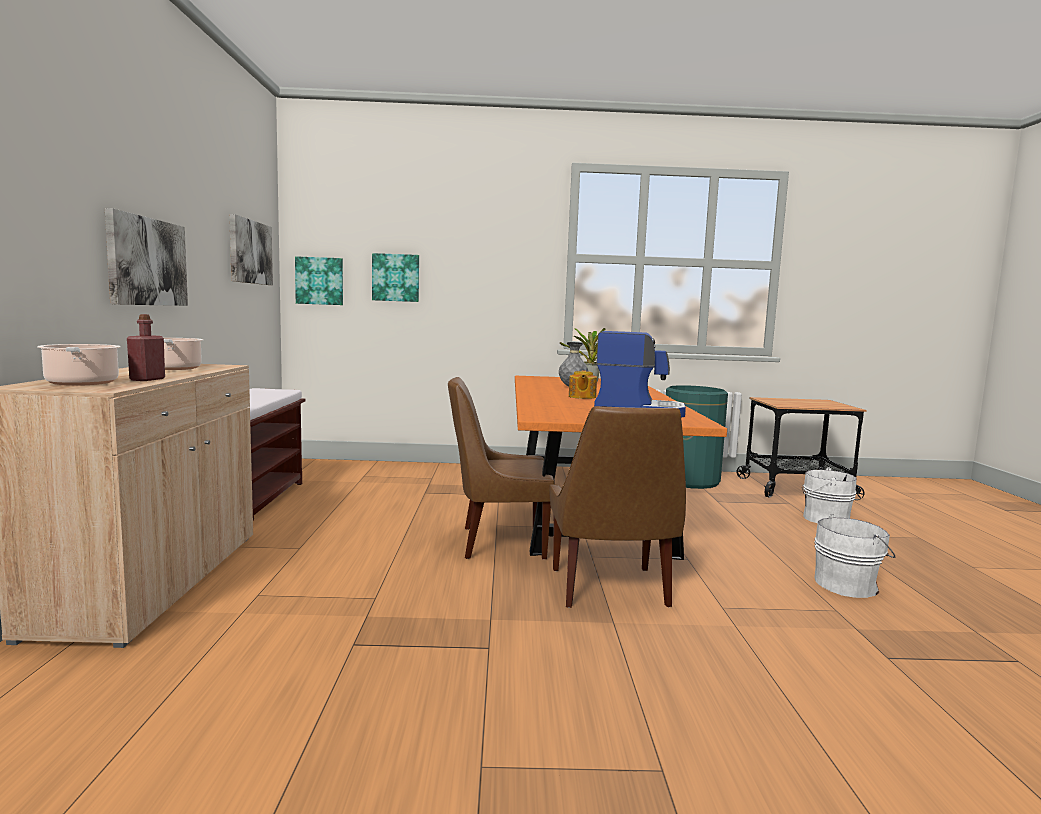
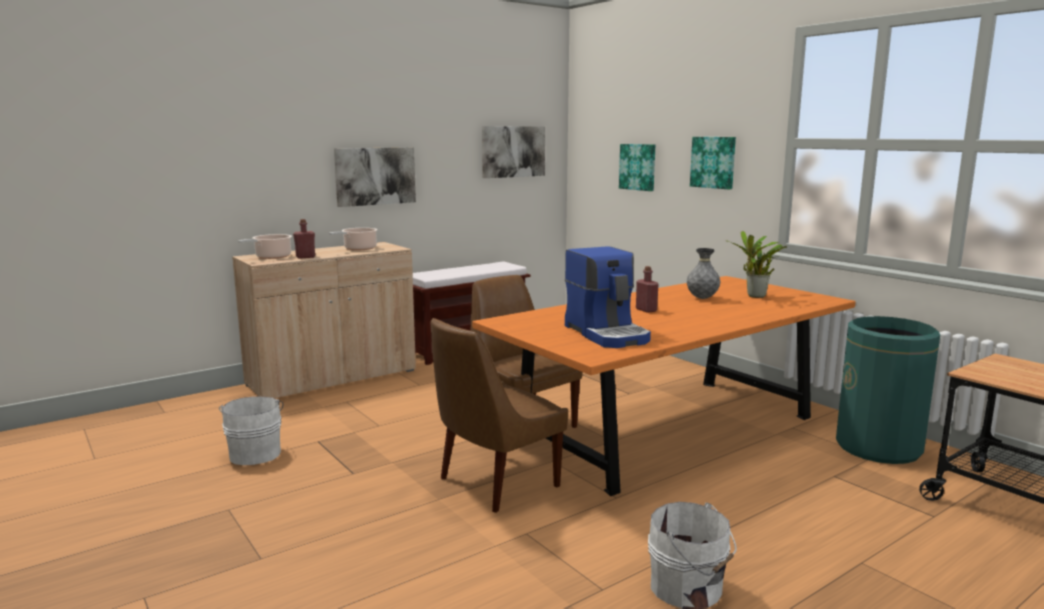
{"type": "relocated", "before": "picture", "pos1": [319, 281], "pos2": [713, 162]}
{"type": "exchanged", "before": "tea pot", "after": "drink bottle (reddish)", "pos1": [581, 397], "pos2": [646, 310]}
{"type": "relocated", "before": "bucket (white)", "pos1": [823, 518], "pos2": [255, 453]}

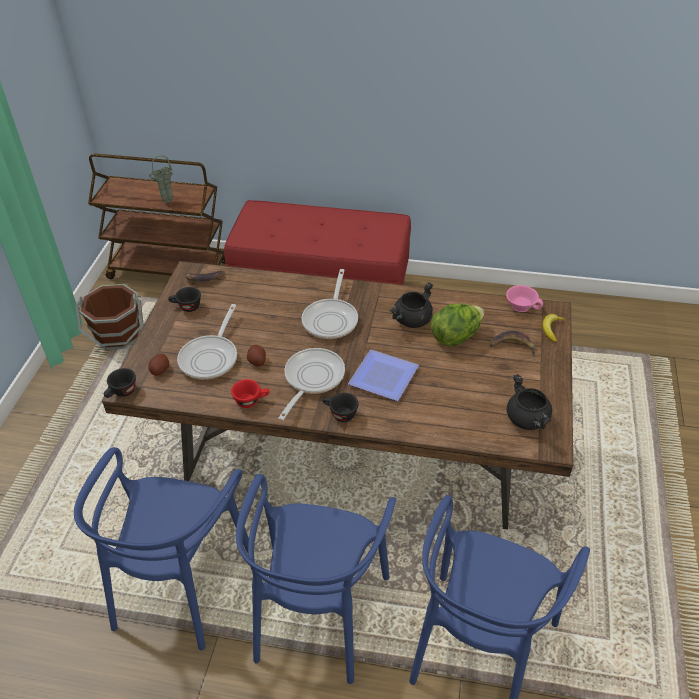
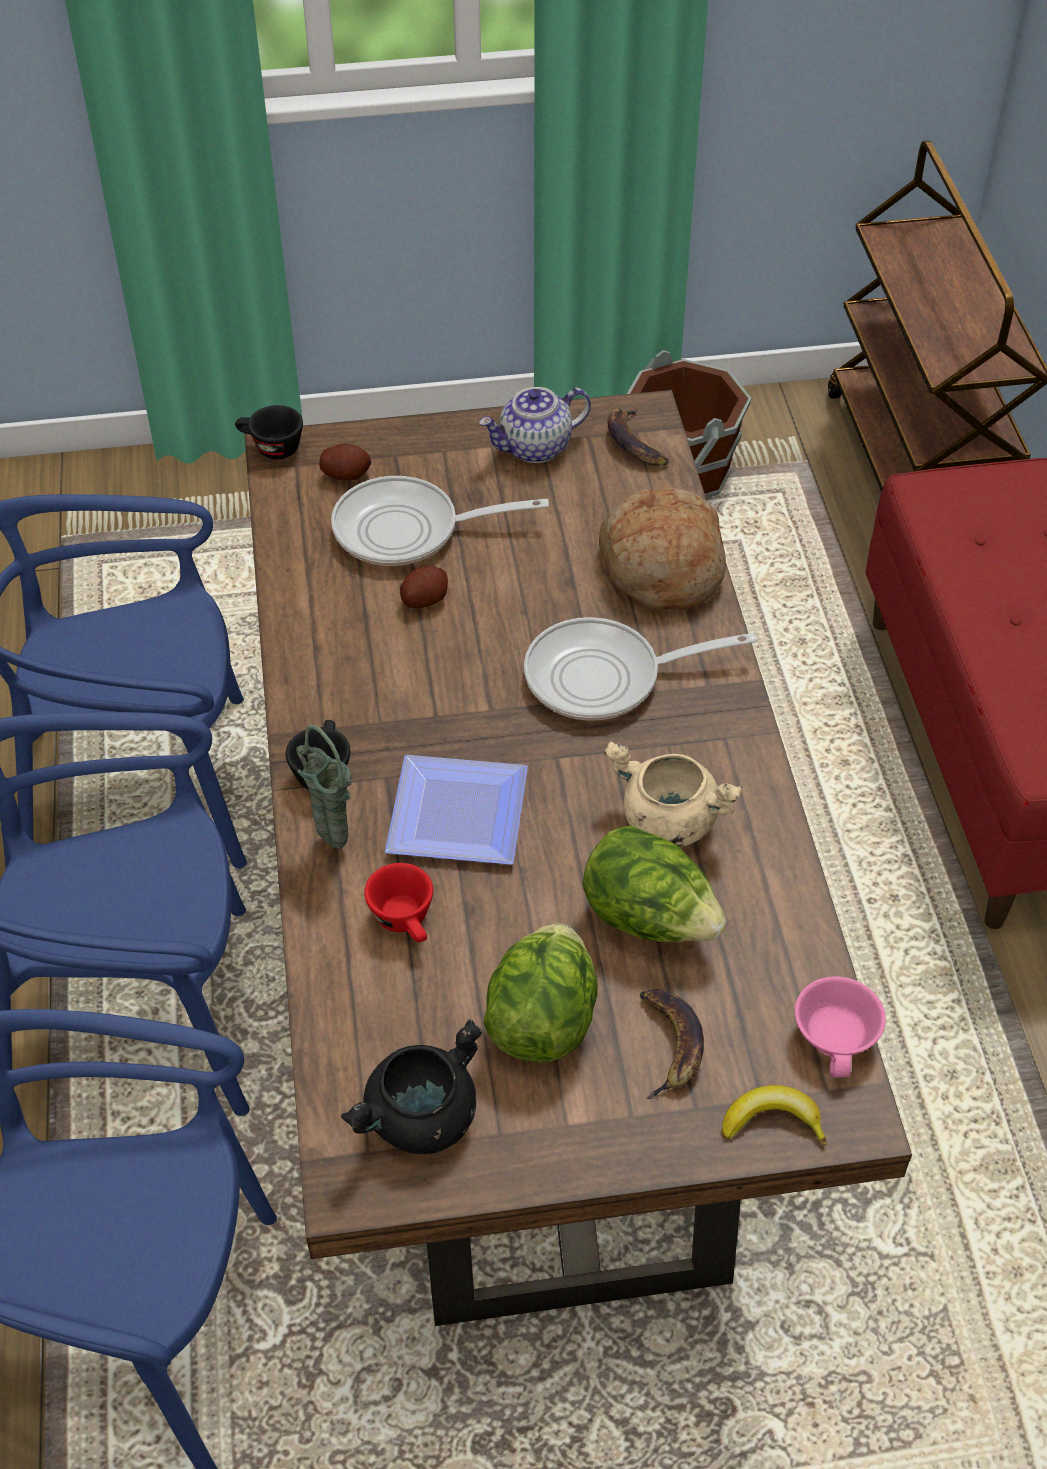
{"type": "relocated", "before": "flower vase (green-coloured)", "pos1": [167, 202], "pos2": [329, 841]}
{"type": "colour", "before": "cooking pot (black)", "after": "cooking pot (sand-coloured)", "pos1": [412, 321], "pos2": [667, 821]}
{"type": "exchanged", "before": "cup (black)", "after": "tea pot", "pos1": [186, 307], "pos2": [535, 448]}
{"type": "missing", "before": "pan", "pos1": [312, 379]}
{"type": "relocated", "before": "cup (reddish)", "pos1": [251, 401], "pos2": [406, 922]}
{"type": "appeared", "after": "bakery bread", "pos2": [661, 567]}
{"type": "appeared", "after": "lettuce", "pos2": [542, 1021]}

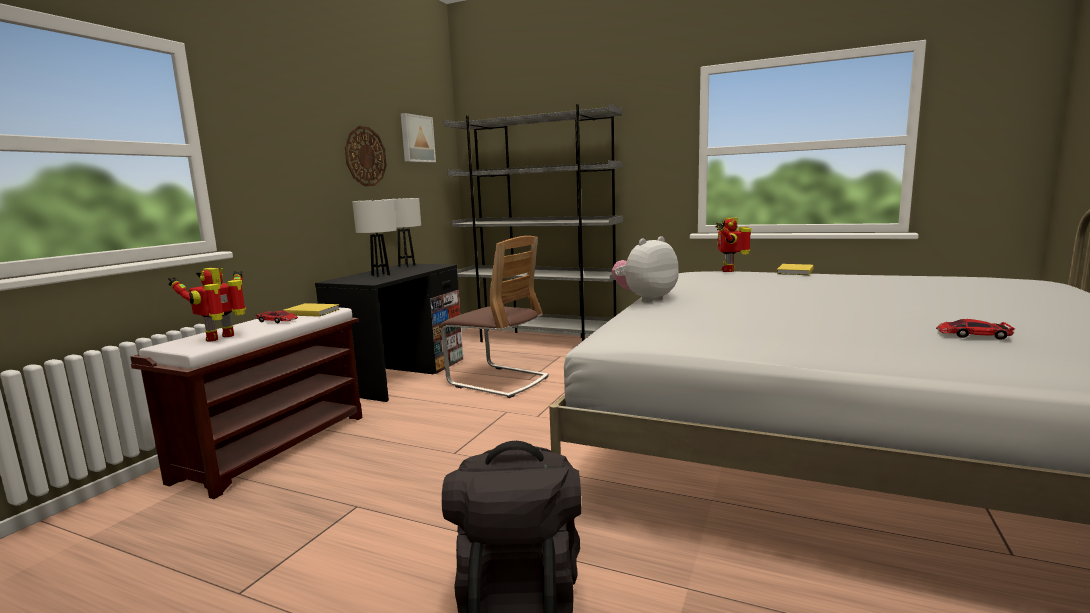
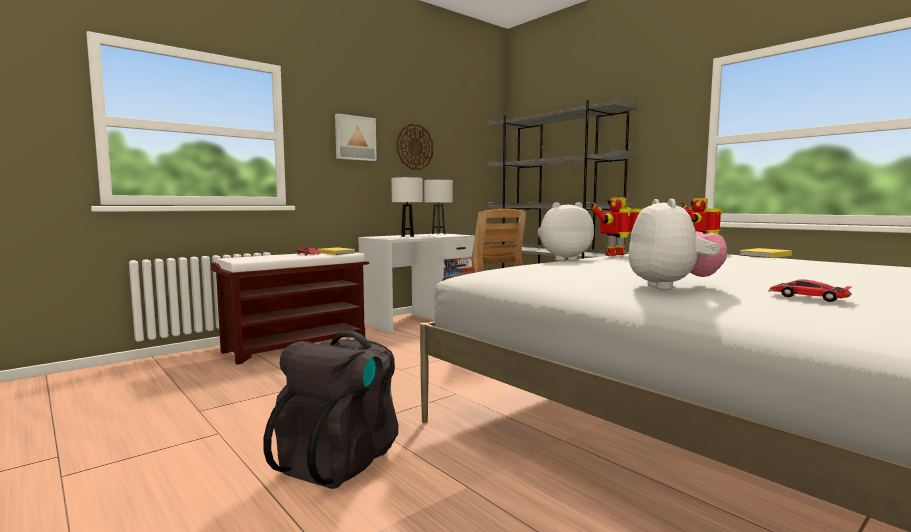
{"type": "relocated", "before": "picture", "pos1": [416, 139], "pos2": [355, 138]}
{"type": "colour", "before": "desk unit (black)", "after": "desk unit (white)", "pos1": [401, 375], "pos2": [418, 319]}
{"type": "relocated", "before": "toy robot", "pos1": [222, 338], "pos2": [617, 255]}
{"type": "appeared", "after": "plush toy", "pos2": [671, 287]}

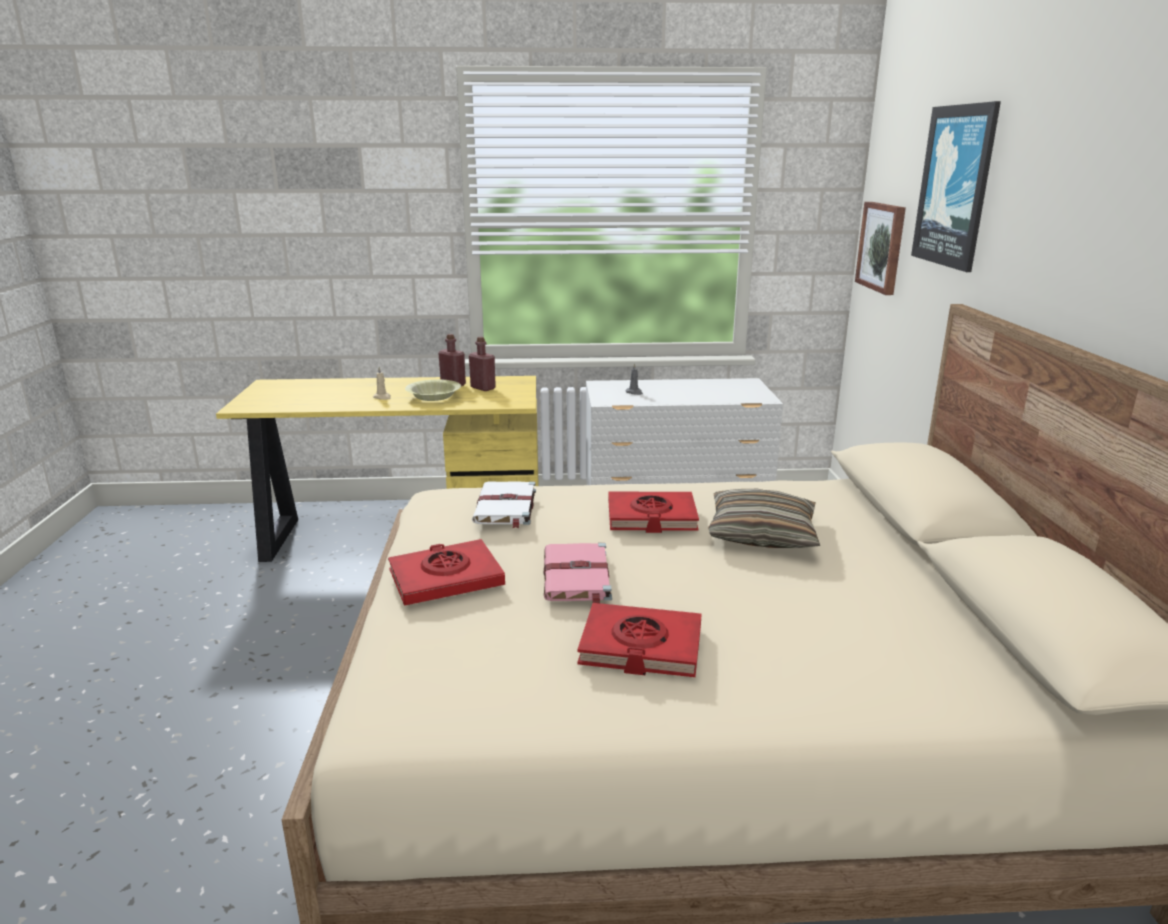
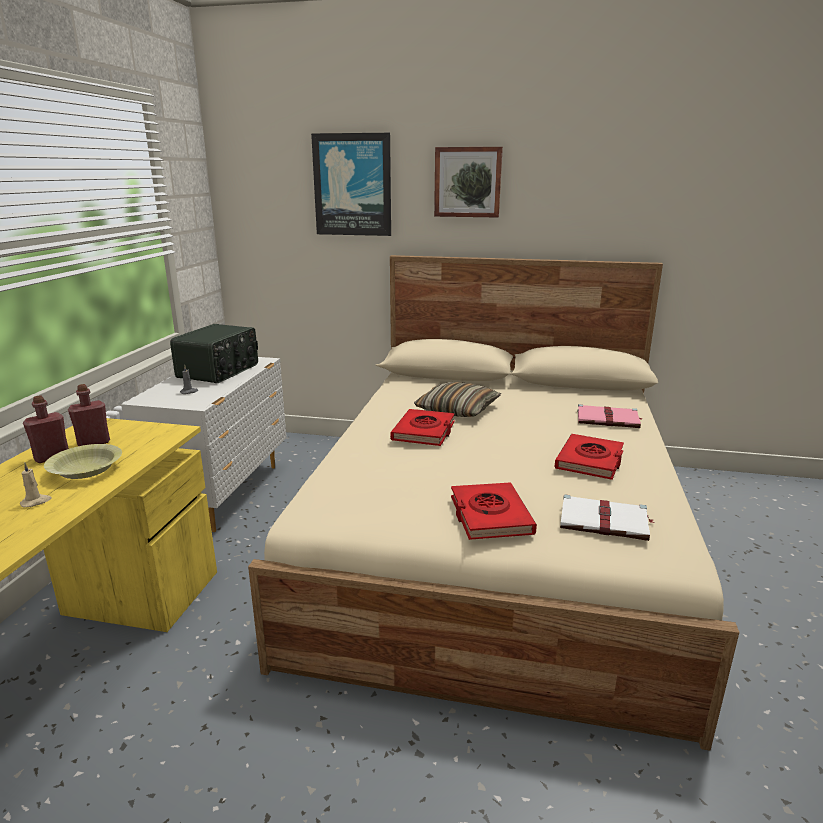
{"type": "relocated", "before": "picture", "pos1": [882, 247], "pos2": [468, 182]}
{"type": "relocated", "before": "book (white)", "pos1": [505, 507], "pos2": [605, 522]}
{"type": "relocated", "before": "book (pink)", "pos1": [577, 576], "pos2": [608, 419]}
{"type": "appeared", "after": "radio", "pos2": [219, 371]}

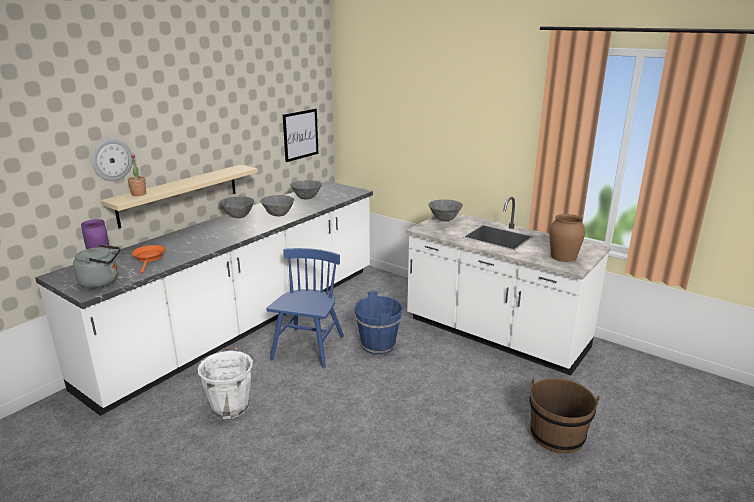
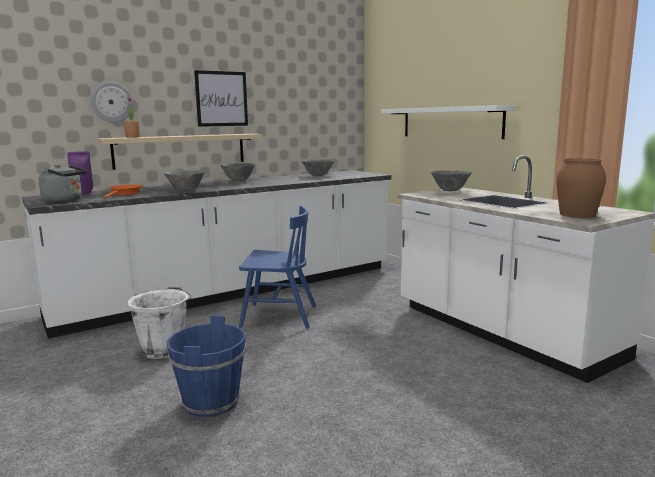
{"type": "relocated", "before": "picture", "pos1": [300, 134], "pos2": [221, 99]}
{"type": "relocated", "before": "bowl (grey)", "pos1": [278, 215], "pos2": [186, 191]}
{"type": "spun", "before": "plain chair (bluish)", "pos1": [308, 348], "pos2": [278, 316], "turn": 60}
{"type": "relocated", "before": "bucket (bluish)", "pos1": [378, 345], "pos2": [211, 402]}
{"type": "missing", "before": "bucket (brown)", "pos1": [557, 435]}
{"type": "appeared", "after": "shelf (white)", "pos2": [450, 122]}

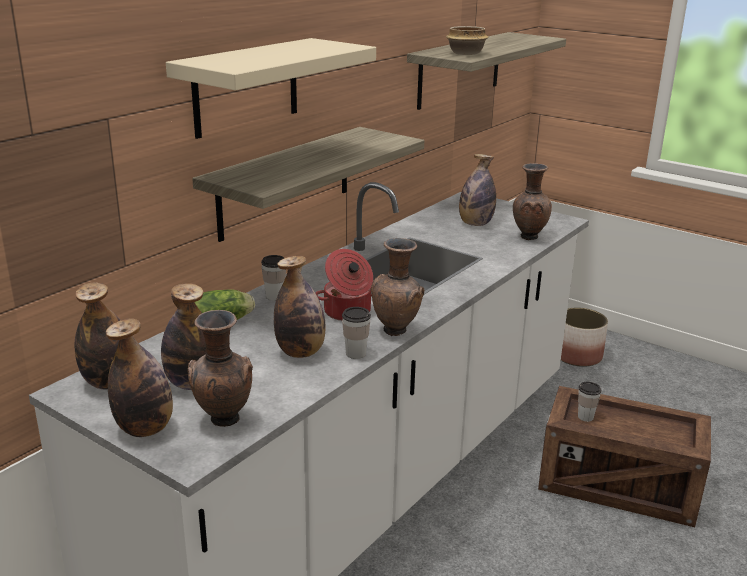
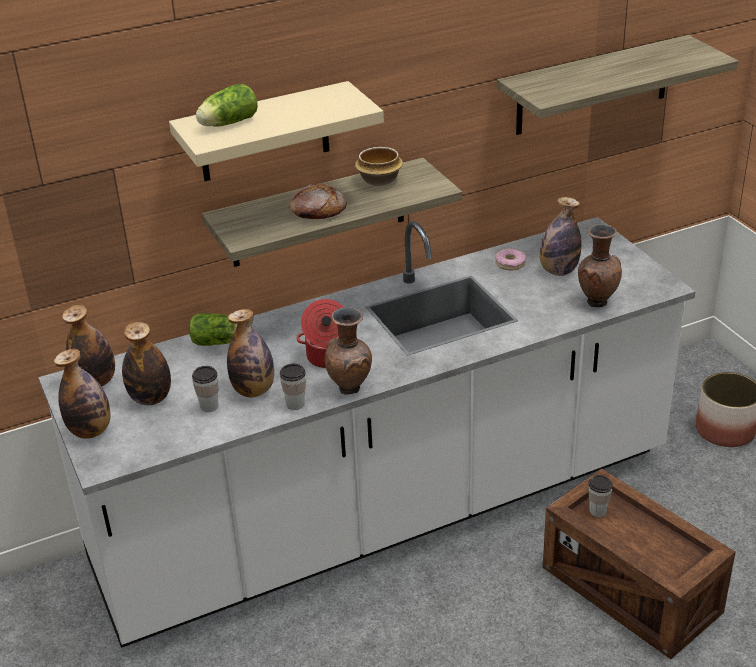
{"type": "relocated", "before": "bowl", "pos1": [466, 53], "pos2": [379, 180]}
{"type": "relocated", "before": "cup", "pos1": [275, 296], "pos2": [209, 406]}
{"type": "missing", "before": "flower vase (brown)", "pos1": [223, 421]}
{"type": "appeared", "after": "lettuce", "pos2": [227, 124]}
{"type": "appeared", "after": "bakery bread", "pos2": [317, 210]}
{"type": "appeared", "after": "donut", "pos2": [510, 264]}

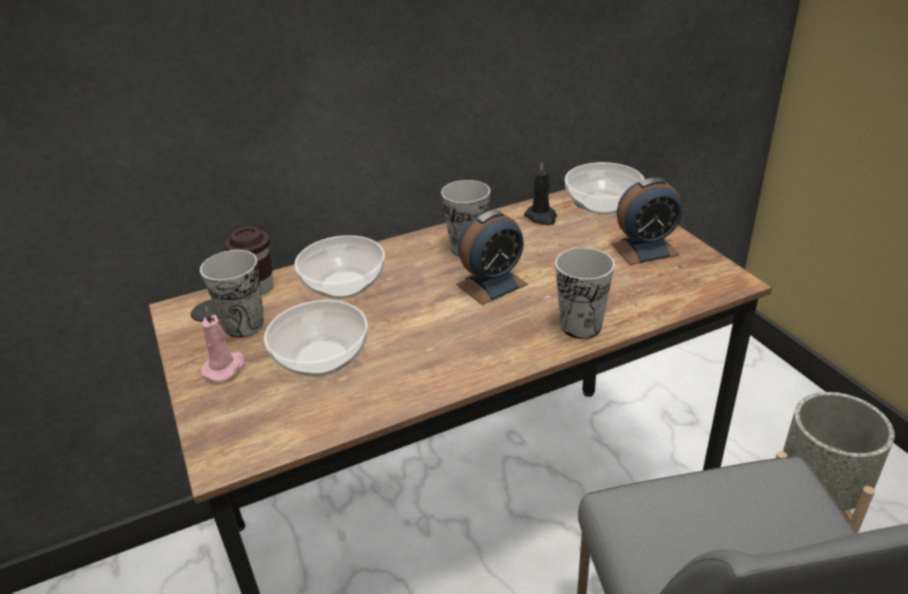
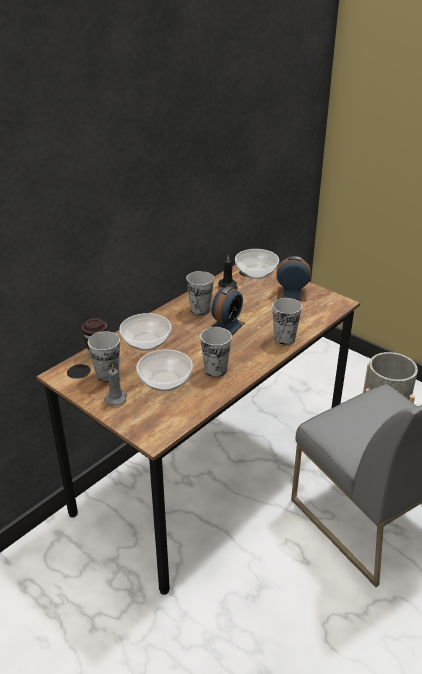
{"type": "spun", "before": "table clock", "pos1": [644, 249], "pos2": [291, 294], "turn": -135}
{"type": "colour", "before": "wax candle (pink)", "after": "wax candle (grey)", "pos1": [225, 368], "pos2": [116, 397]}
{"type": "appeared", "after": "cup", "pos2": [215, 370]}

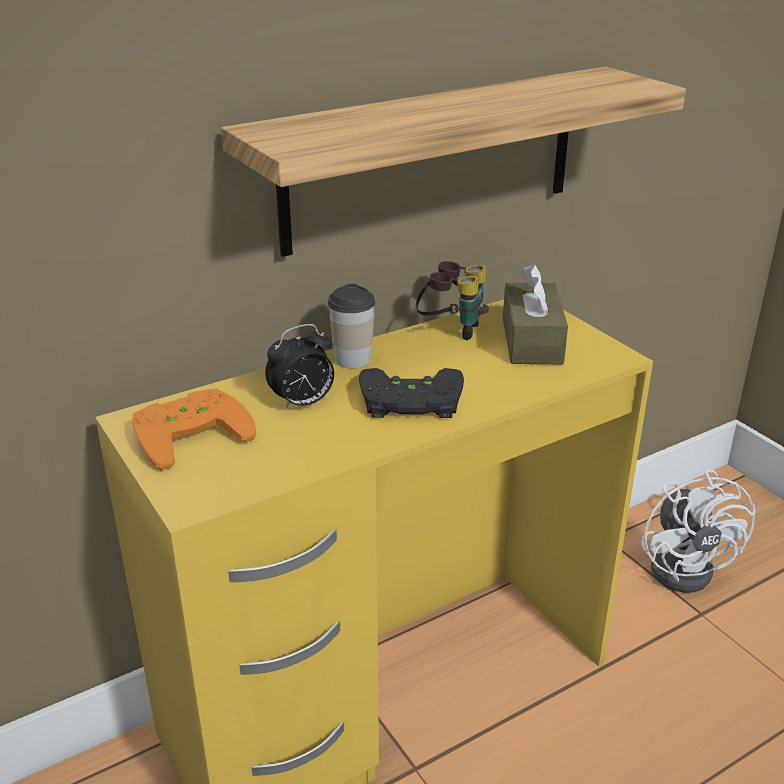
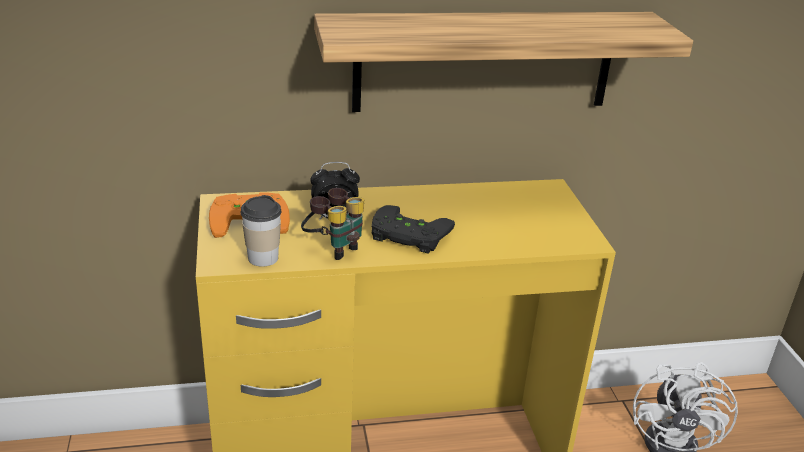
{"type": "relocated", "before": "field glasses", "pos1": [452, 330], "pos2": [334, 247]}
{"type": "missing", "before": "tissue box (brown)", "pos1": [531, 341]}
{"type": "relocated", "before": "cup", "pos1": [352, 360], "pos2": [263, 258]}

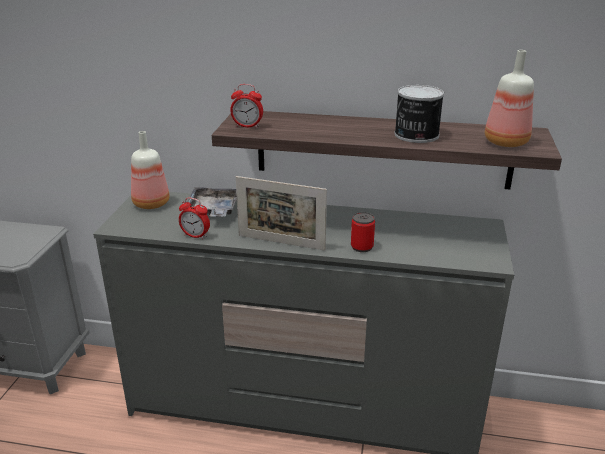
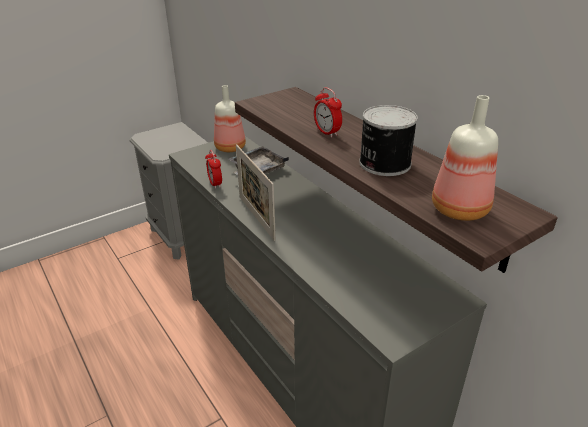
{"type": "relocated", "before": "table clock", "pos1": [247, 126], "pos2": [327, 132]}
{"type": "missing", "before": "metal can", "pos1": [362, 247]}

